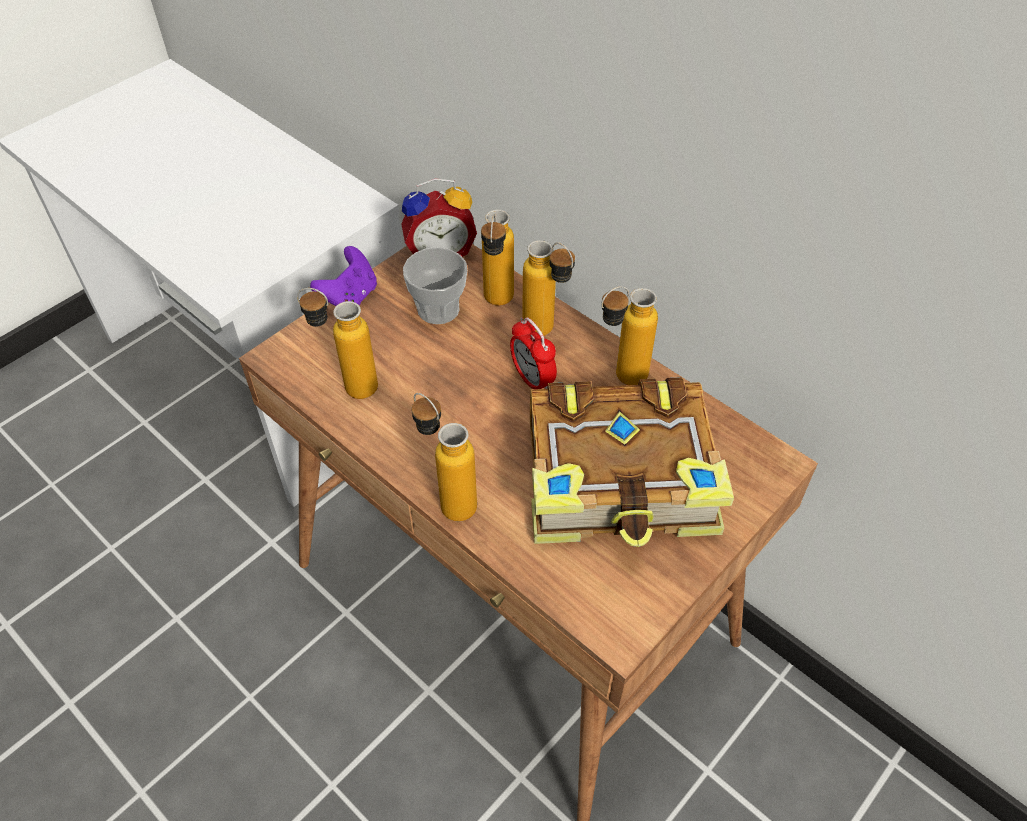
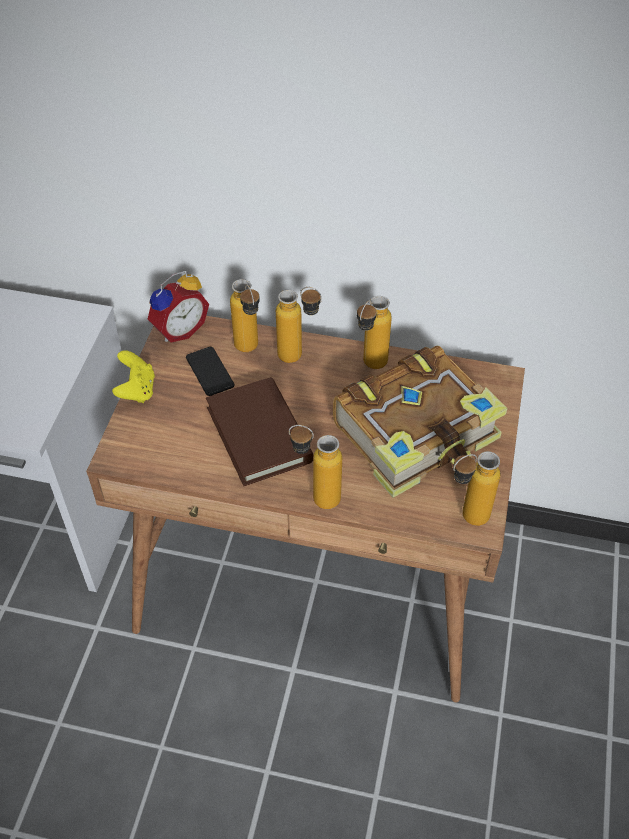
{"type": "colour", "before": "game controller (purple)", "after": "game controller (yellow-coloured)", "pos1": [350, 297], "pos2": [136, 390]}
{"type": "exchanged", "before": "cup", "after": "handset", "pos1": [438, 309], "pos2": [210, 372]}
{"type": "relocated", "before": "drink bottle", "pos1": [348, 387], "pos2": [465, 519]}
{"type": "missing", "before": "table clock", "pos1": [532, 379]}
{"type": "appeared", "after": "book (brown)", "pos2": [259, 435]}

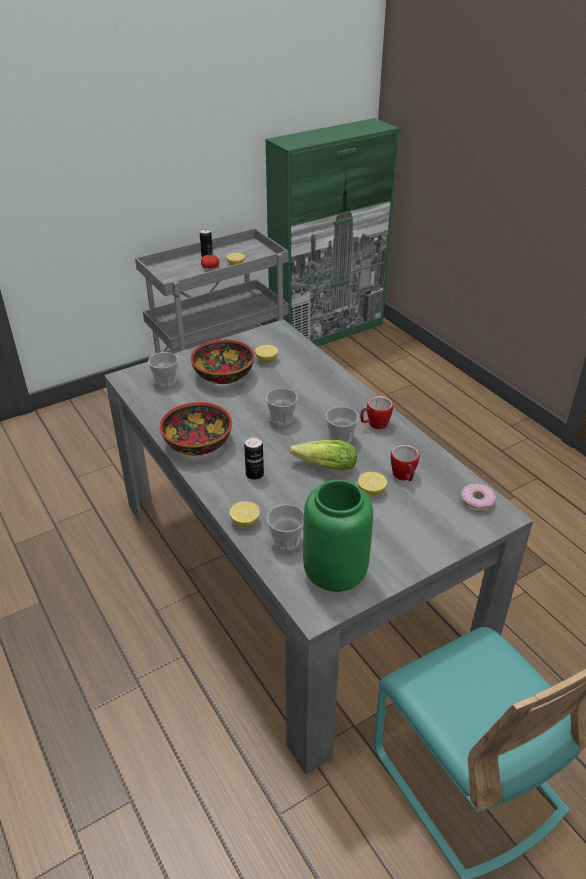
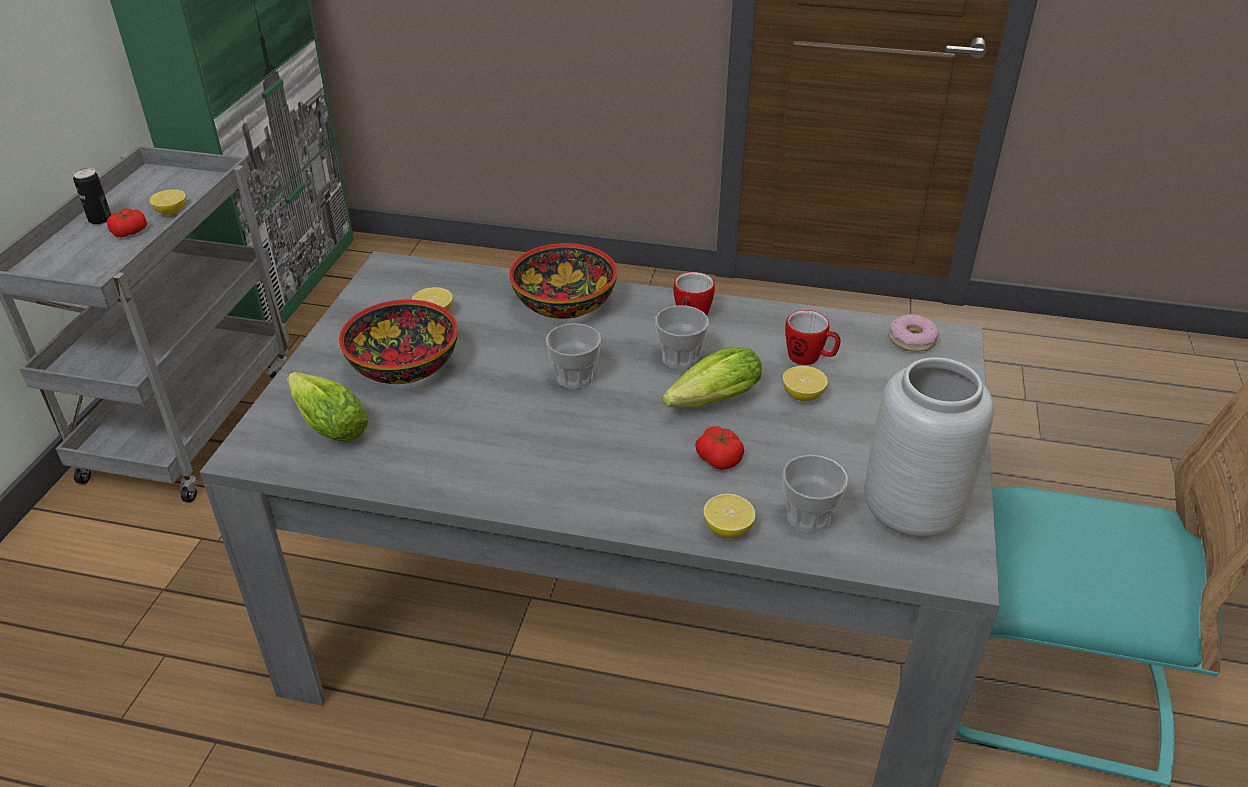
{"type": "exchanged", "before": "cup", "after": "lettuce", "pos1": [165, 382], "pos2": [327, 423]}
{"type": "relocated", "before": "bowl", "pos1": [197, 443], "pos2": [563, 304]}
{"type": "missing", "before": "metal can", "pos1": [254, 474]}
{"type": "colour", "before": "flower vase (green-coloured)", "after": "flower vase (grey)", "pos1": [335, 575], "pos2": [913, 514]}
{"type": "appeared", "after": "fresh tomato", "pos2": [719, 458]}

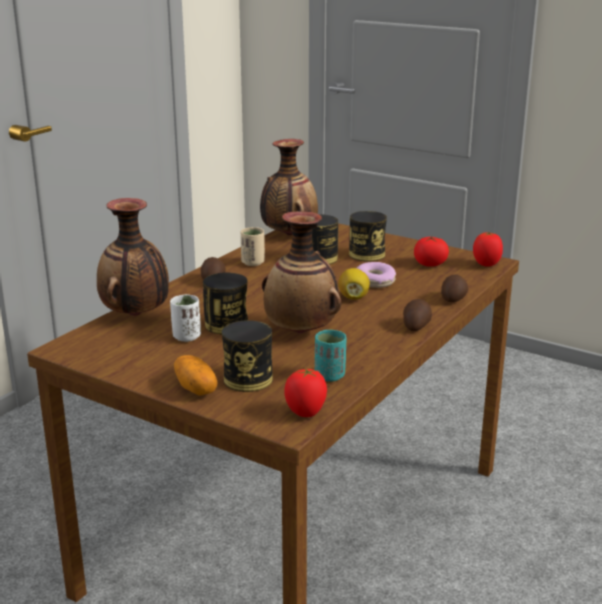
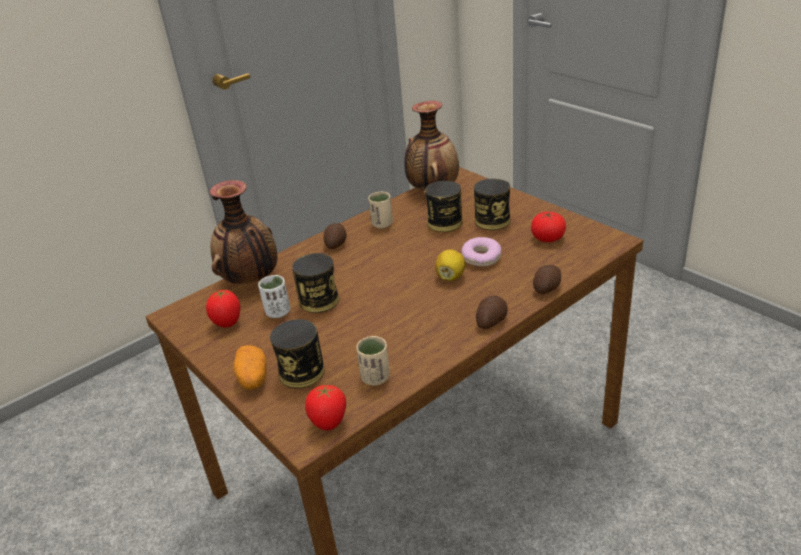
{"type": "missing", "before": "flower vase", "pos1": [301, 331]}
{"type": "relocated", "before": "fresh tomato", "pos1": [486, 265], "pos2": [228, 323]}
{"type": "colour", "before": "cup (blue-green)", "after": "cup (sand-coloured)", "pos1": [330, 376], "pos2": [375, 378]}

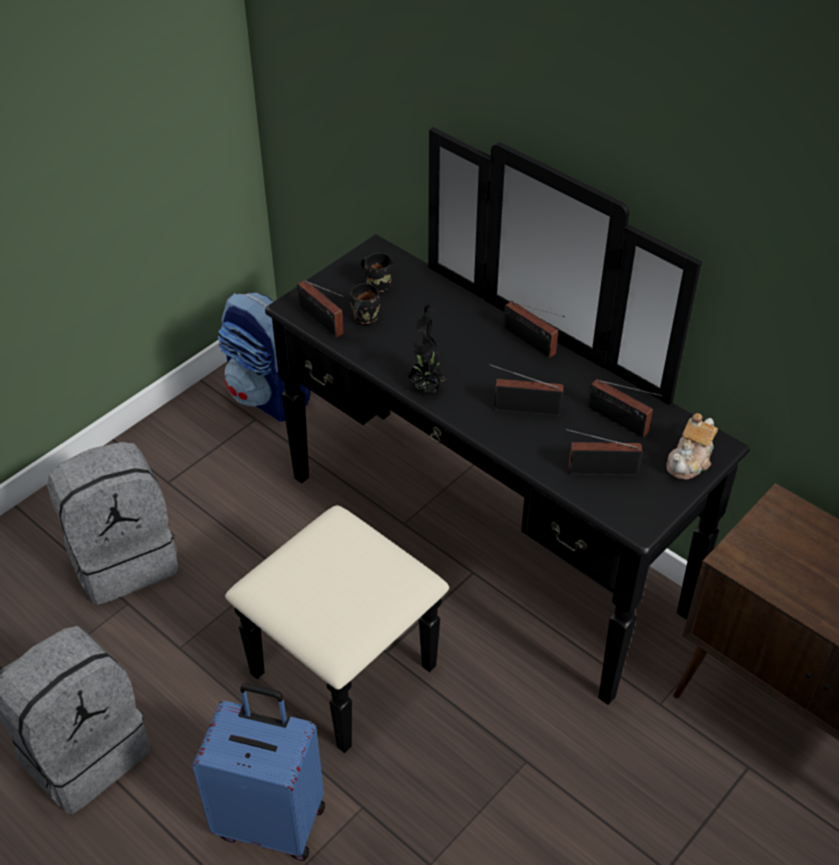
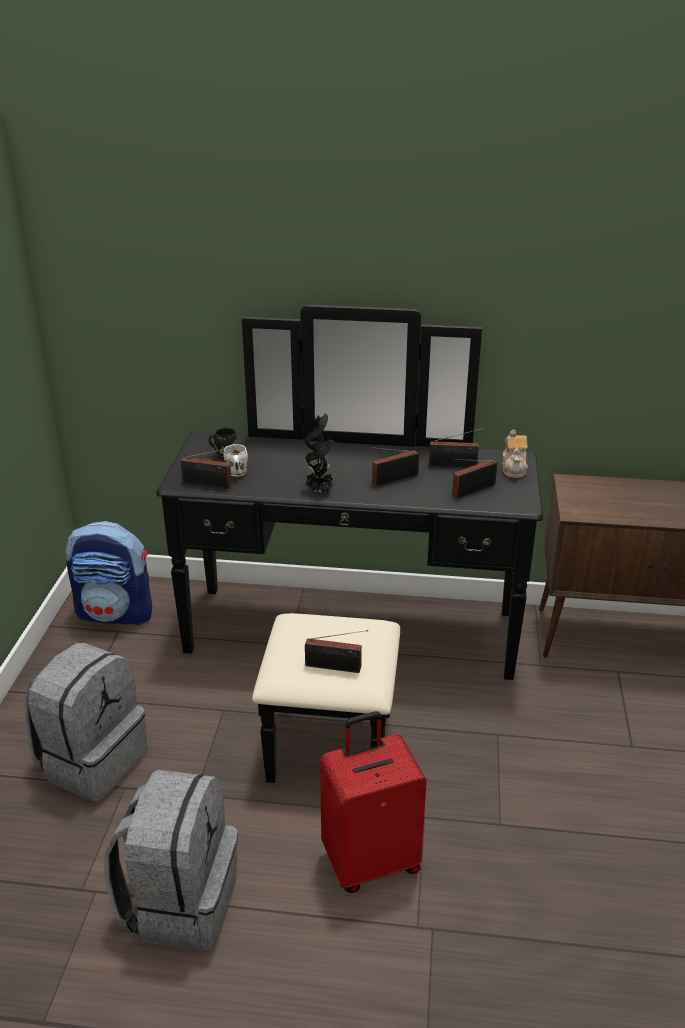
{"type": "colour", "before": "tea mug (black)", "after": "tea mug (white)", "pos1": [363, 319], "pos2": [235, 473]}
{"type": "relocated", "before": "radio", "pos1": [531, 343], "pos2": [336, 667]}
{"type": "colour", "before": "travel case (bluish)", "after": "travel case (reddish)", "pos1": [272, 819], "pos2": [370, 860]}

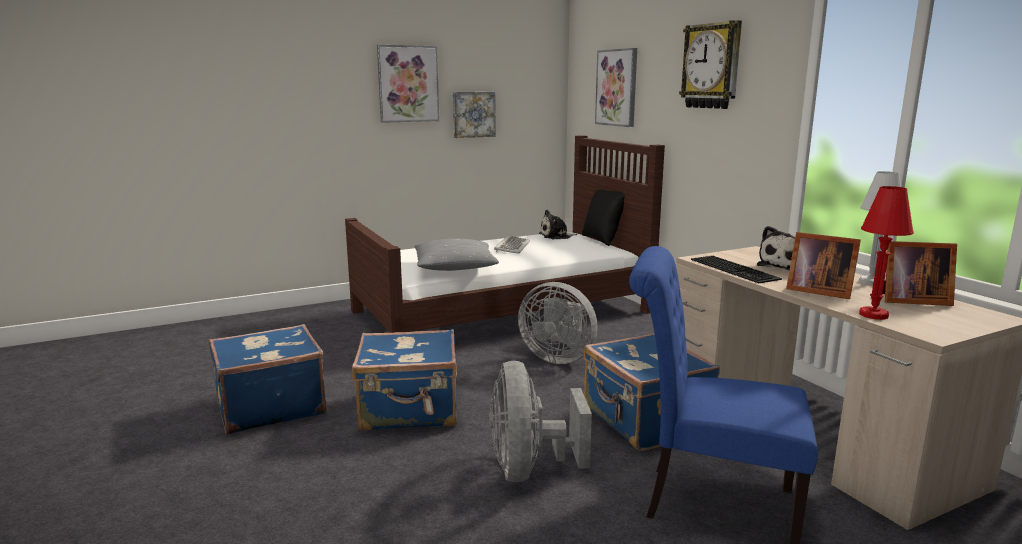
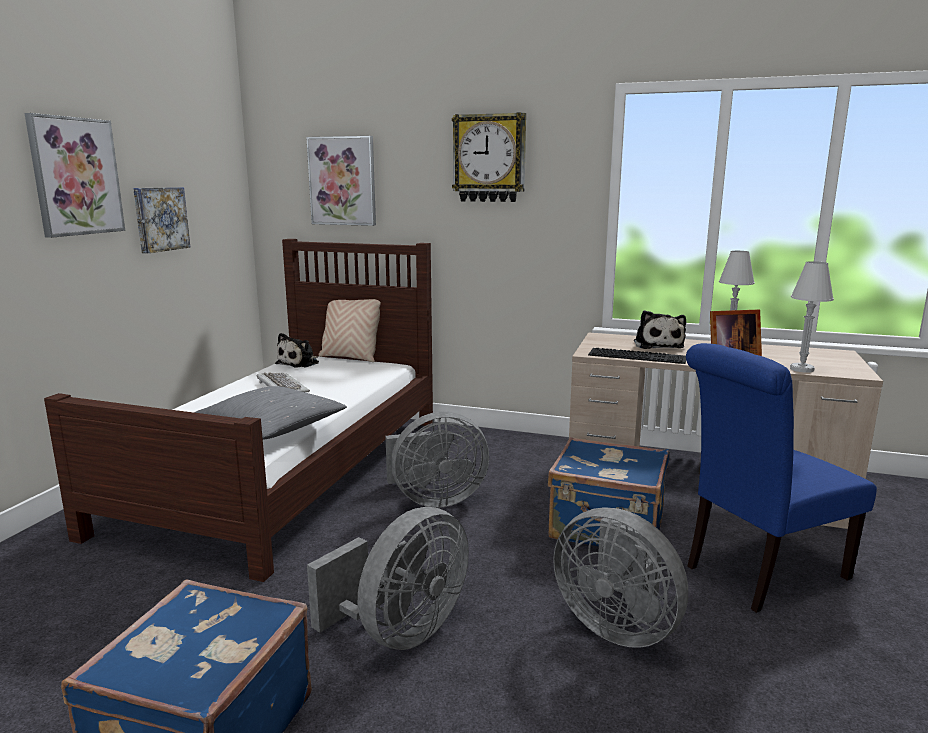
{"type": "colour", "before": "lamp for a table (reddish)", "after": "lamp for a table (white)", "pos1": [873, 315], "pos2": [801, 369]}
{"type": "colour", "before": "throw pillow (black)", "after": "throw pillow (sand-coloured)", "pos1": [601, 240], "pos2": [350, 357]}
{"type": "missing", "before": "standing frame", "pos1": [910, 300]}
{"type": "exchanged", "before": "travel case (bluish)", "after": "electric fan (grey)", "pos1": [410, 411], "pos2": [401, 632]}

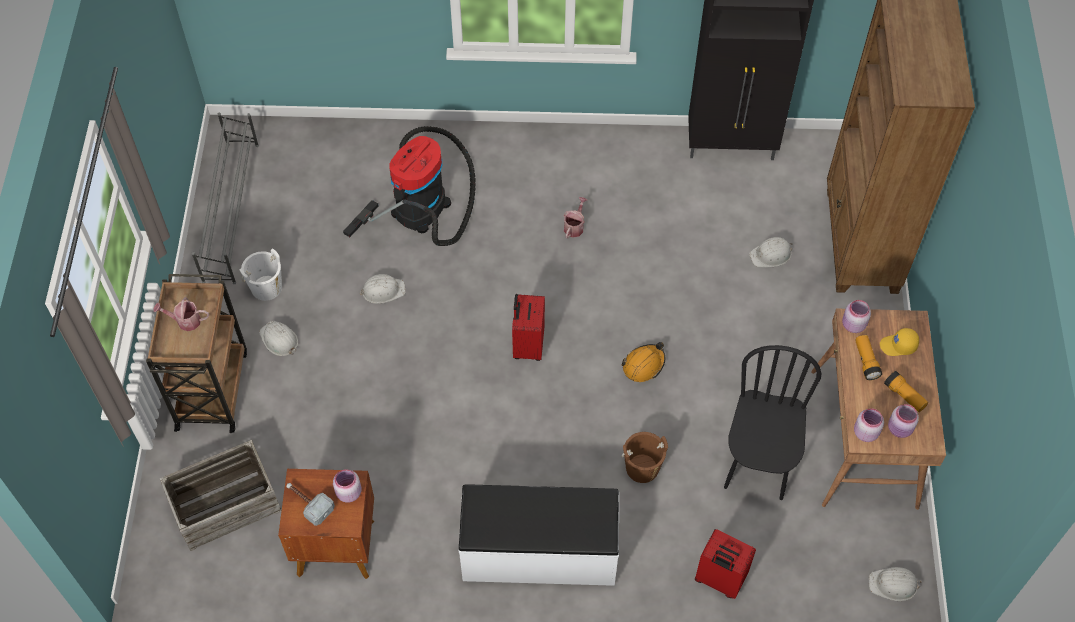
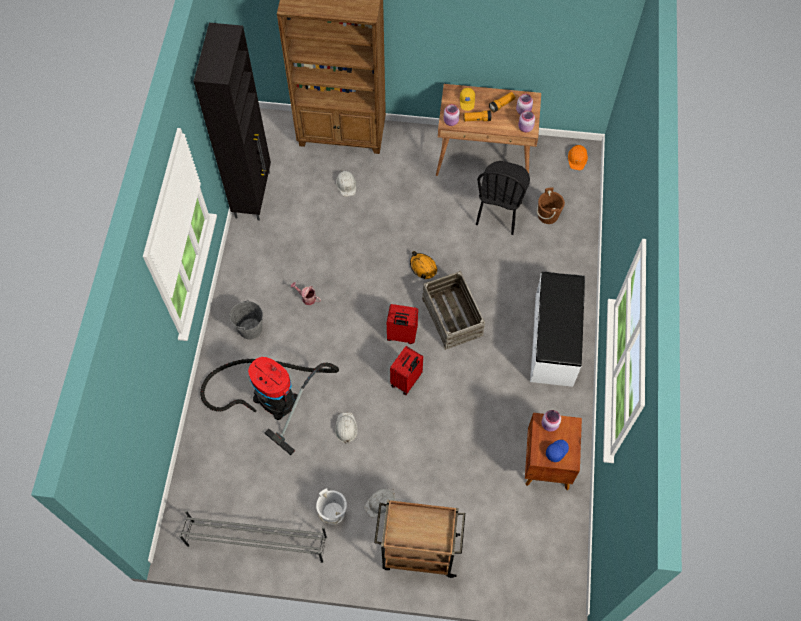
{"type": "missing", "before": "sprinkling can", "pos1": [185, 321]}
{"type": "spun", "before": "plain chair (black)", "pos1": [757, 465], "pos2": [499, 214], "turn": -90}
{"type": "relocated", "before": "bucket (brown)", "pos1": [642, 468], "pos2": [548, 215]}
{"type": "relocated", "before": "crate", "pos1": [225, 506], "pos2": [453, 316]}
{"type": "exchanged", "before": "tool hammer", "after": "baseball cap (bluish)", "pos1": [308, 503], "pos2": [556, 451]}
{"type": "relocated", "before": "travel case (reddish)", "pos1": [719, 580], "pos2": [406, 381]}
{"type": "colour", "before": "hard hat (white)", "after": "hard hat (orangey)", "pos1": [893, 585], "pos2": [577, 158]}
{"type": "appeared", "after": "bucket (grey)", "pos2": [250, 328]}

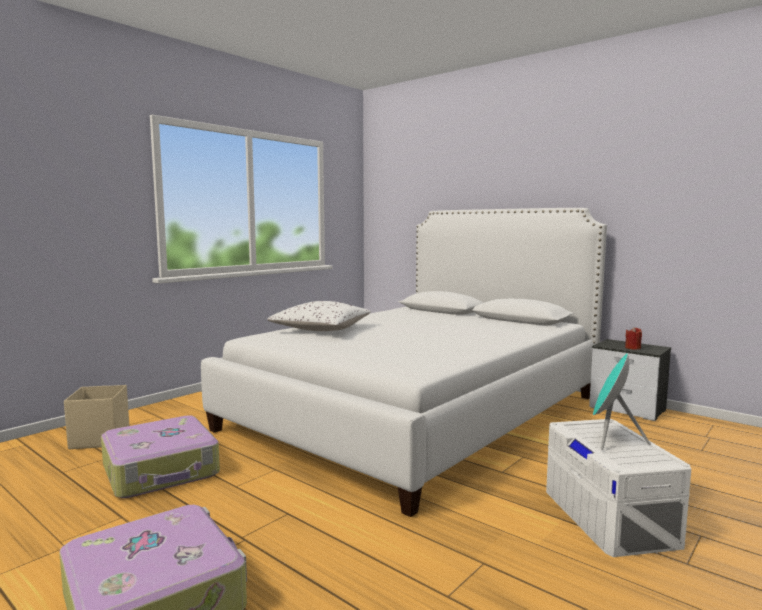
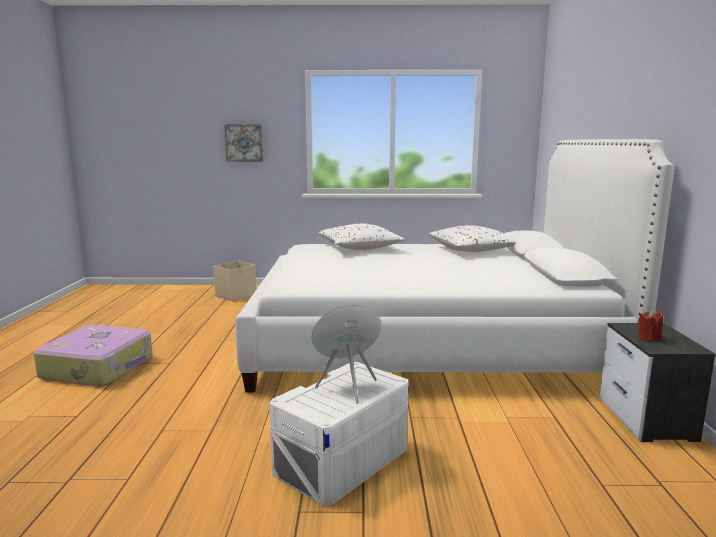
{"type": "missing", "before": "travel case", "pos1": [162, 470]}
{"type": "appeared", "after": "picture", "pos2": [244, 143]}
{"type": "appeared", "after": "throw pillow (white)", "pos2": [472, 250]}

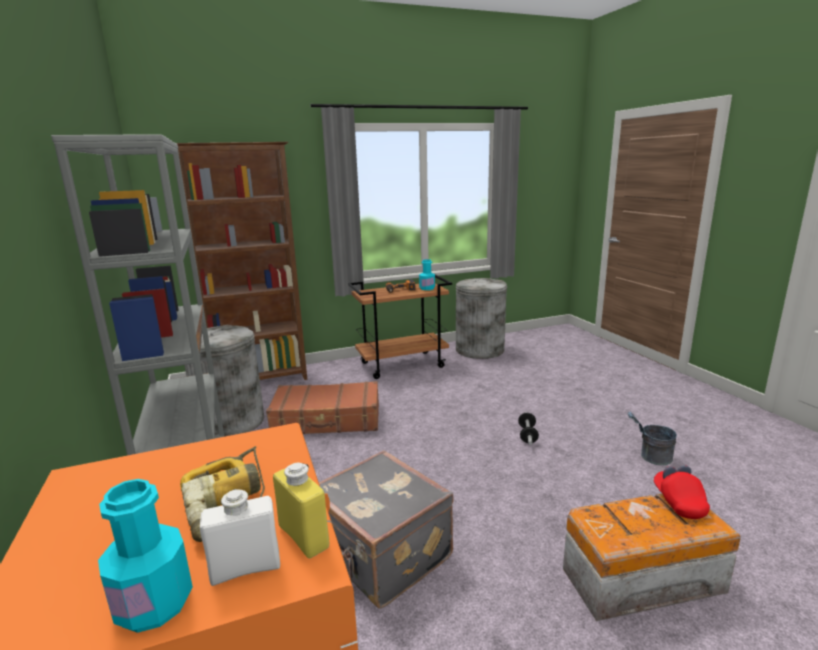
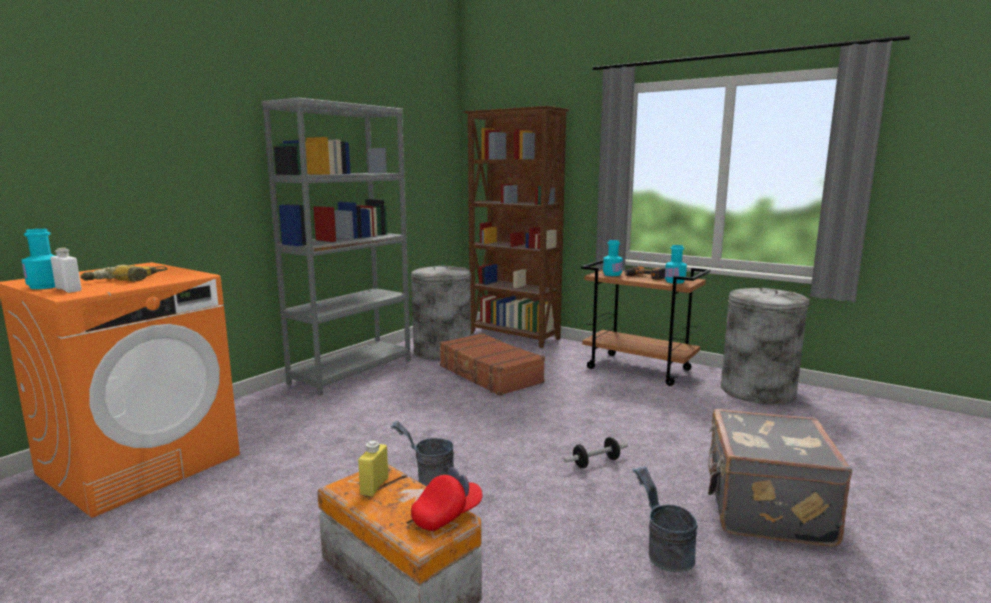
{"type": "relocated", "before": "travel case (grey)", "pos1": [381, 555], "pos2": [764, 509]}
{"type": "relocated", "before": "drink bottle (yellow-coloured)", "pos1": [303, 536], "pos2": [374, 486]}
{"type": "appeared", "after": "drink bottle (blue-green)", "pos2": [612, 274]}
{"type": "appeared", "after": "bucket (grey)", "pos2": [428, 479]}

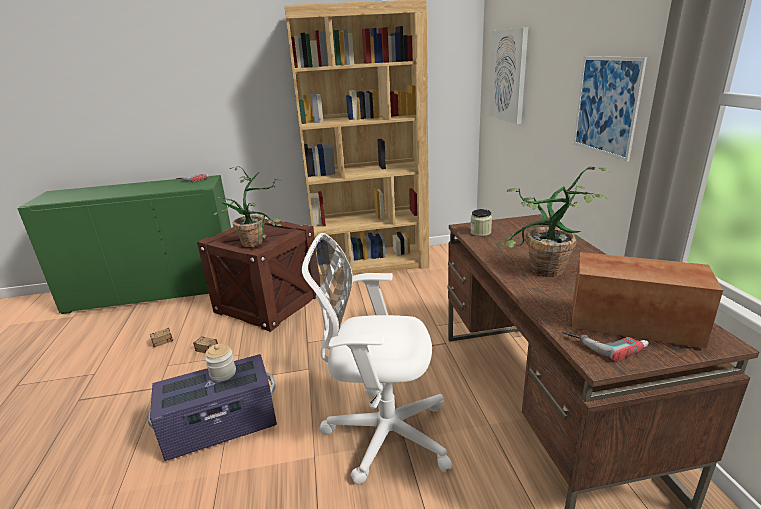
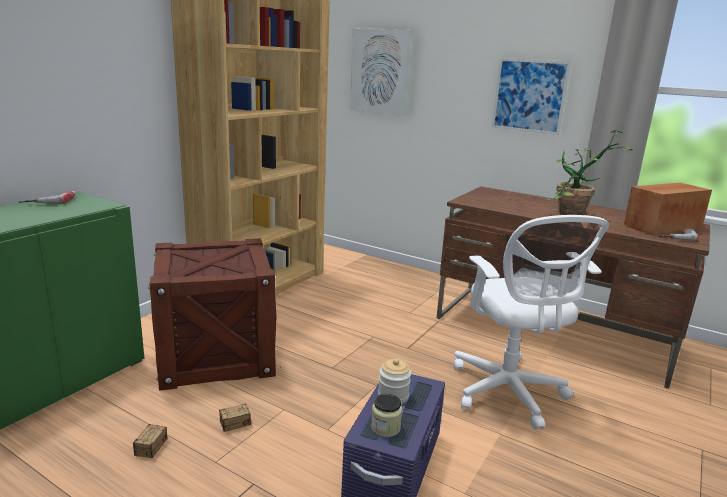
{"type": "missing", "before": "plant in a pot", "pos1": [258, 241]}
{"type": "relocated", "before": "preserve jar", "pos1": [480, 232], "pos2": [385, 428]}
{"type": "spun", "before": "desk chair (white)", "pos1": [382, 433], "pos2": [509, 393], "turn": -60}

